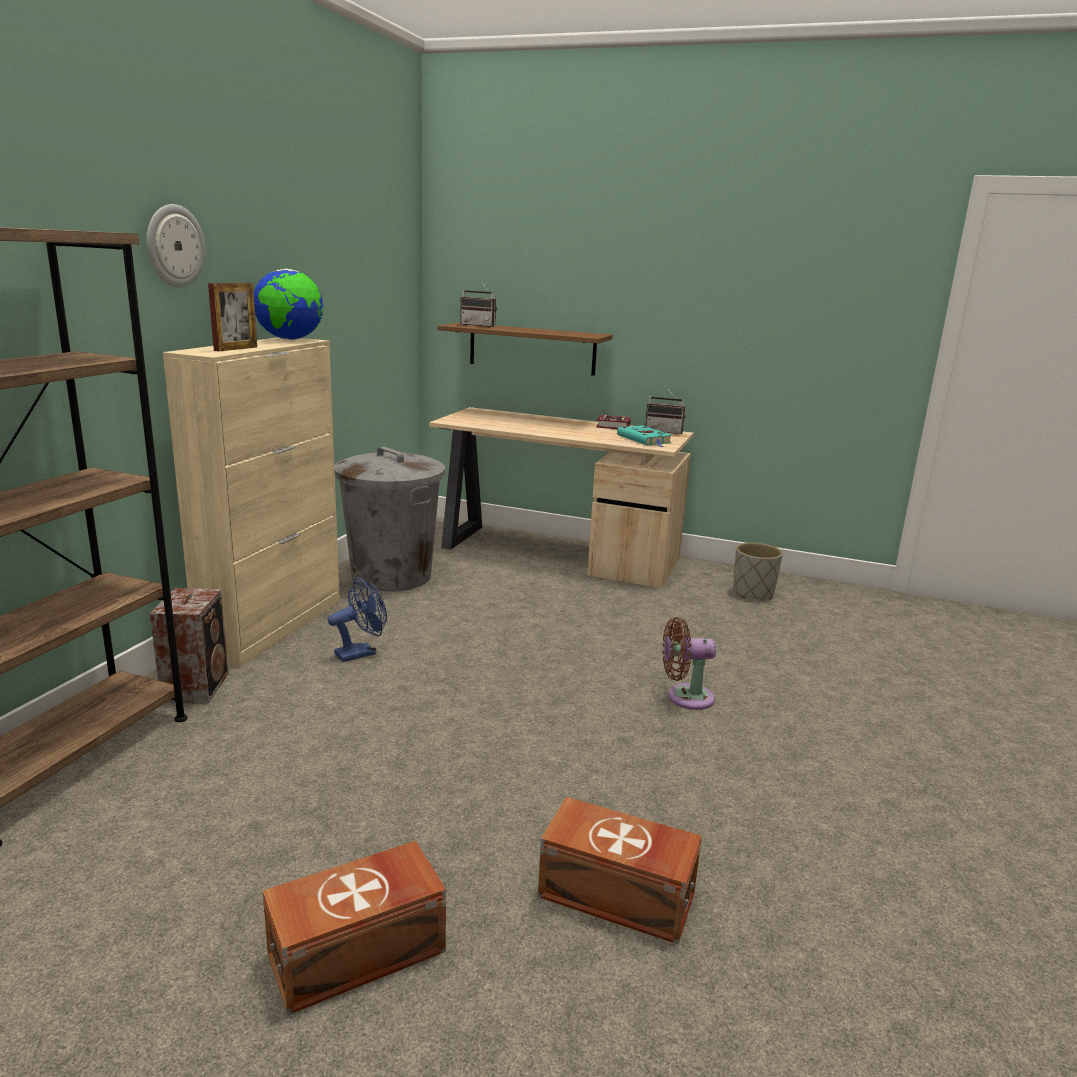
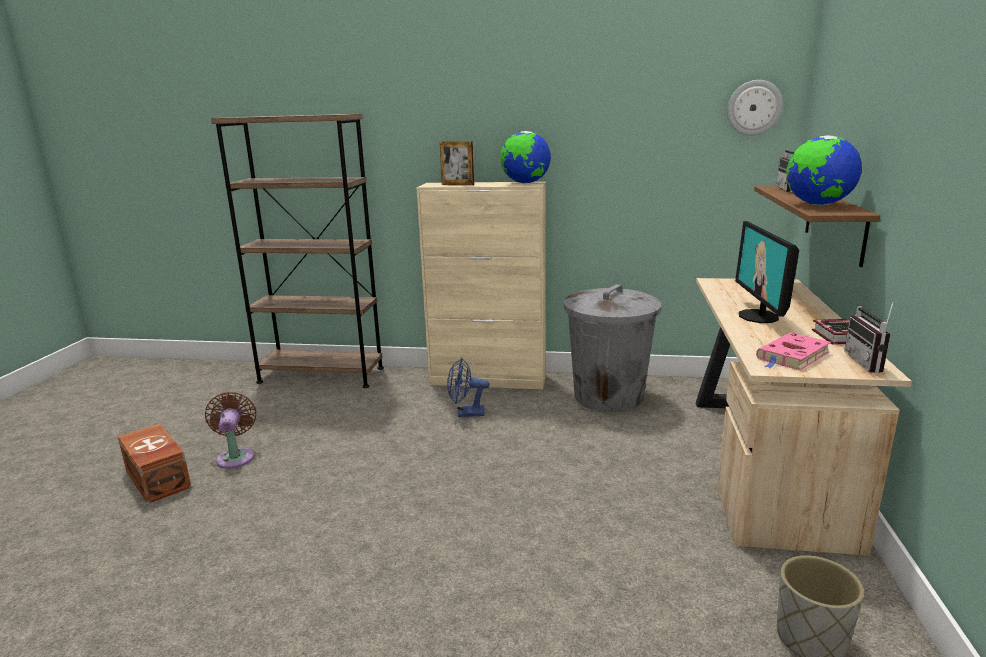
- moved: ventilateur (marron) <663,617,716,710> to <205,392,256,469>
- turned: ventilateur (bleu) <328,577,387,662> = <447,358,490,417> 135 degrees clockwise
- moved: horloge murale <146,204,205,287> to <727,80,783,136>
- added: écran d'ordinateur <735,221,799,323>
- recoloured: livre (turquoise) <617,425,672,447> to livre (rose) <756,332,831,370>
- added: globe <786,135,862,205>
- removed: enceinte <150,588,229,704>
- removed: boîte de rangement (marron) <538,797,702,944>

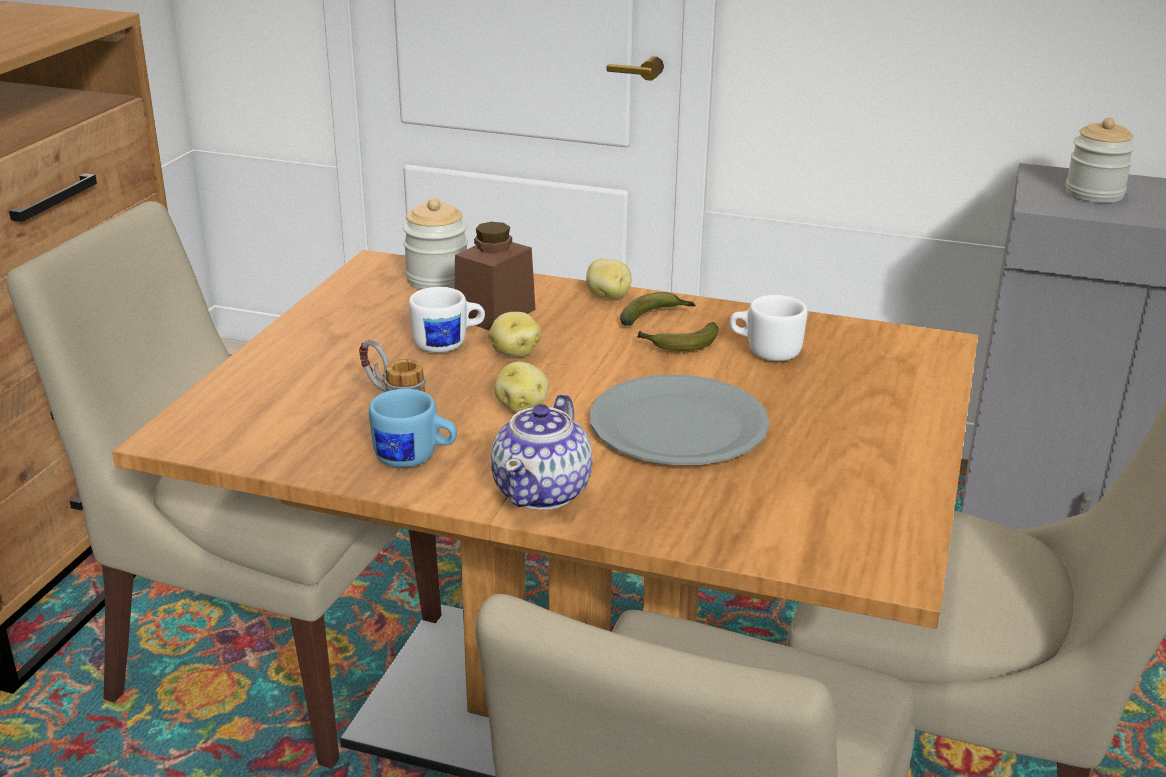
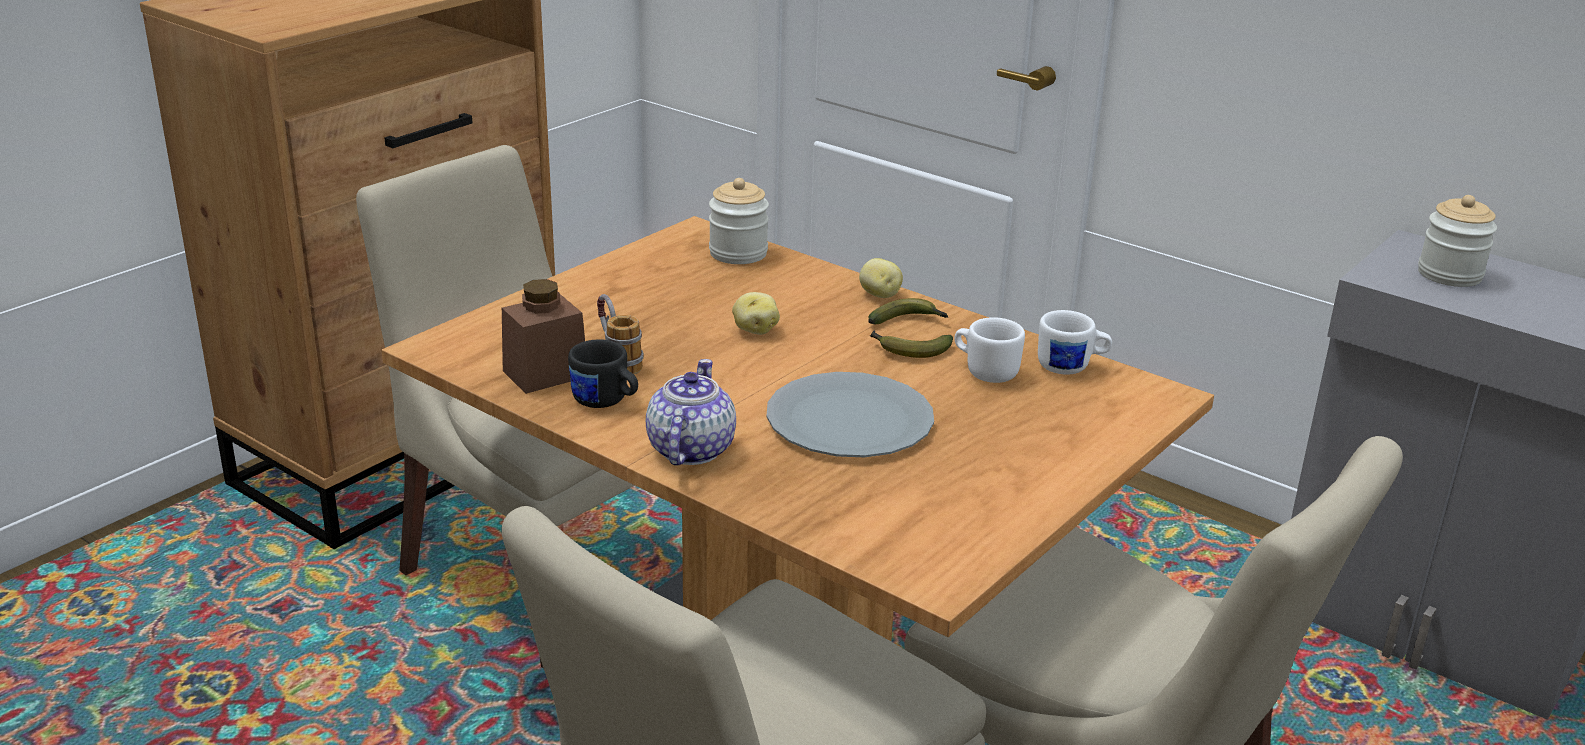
- moved: bocal (marron) <455,222,536,330> to <502,279,585,394>
- recoloured: mug (bleu) <369,389,457,467> to mug (noir) <568,339,638,408>
- turned: théière <491,394,593,510> = <646,359,736,465> 150 degrees clockwise
- moved: mug (blanc) <409,287,485,353> to <1038,310,1112,375>
- removed: pomme de terre <494,362,548,412>

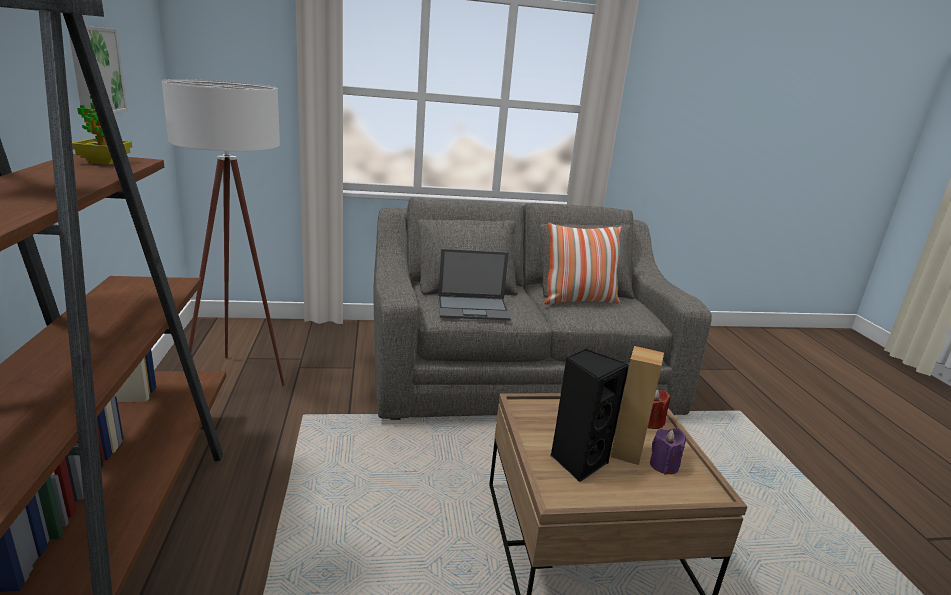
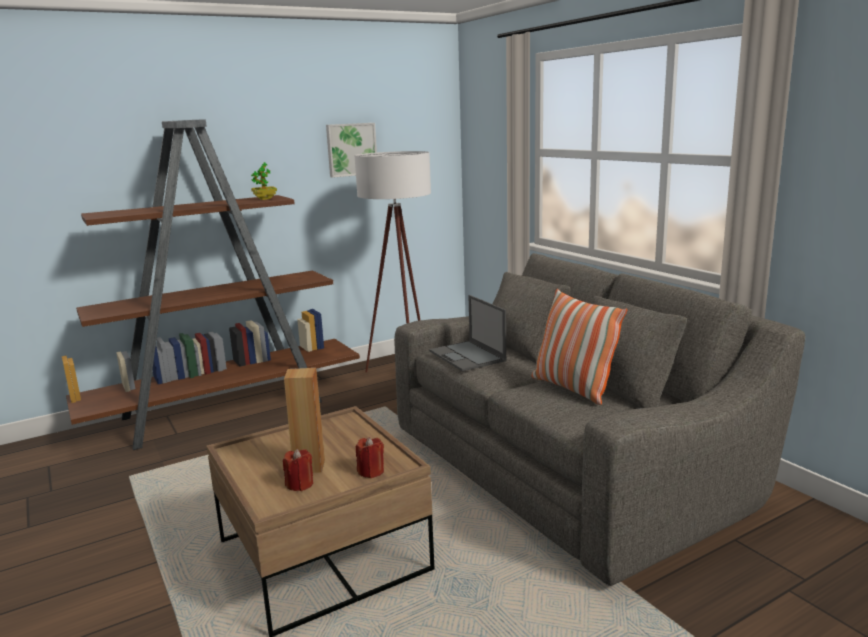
- recoloured: bougie (violet) <650,428,686,475> to bougie (rouge) <283,449,313,491>
- removed: enceinte (noir) <551,349,629,482>

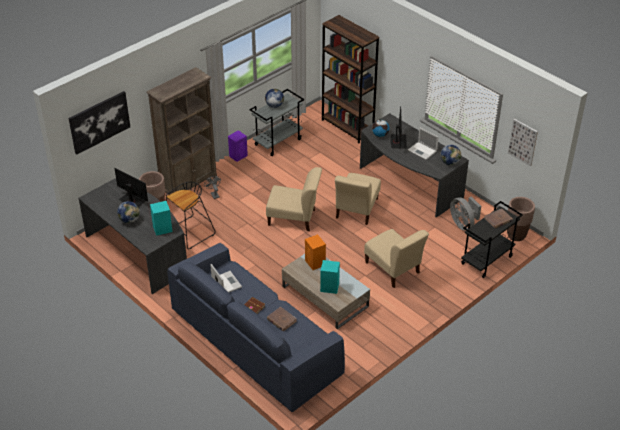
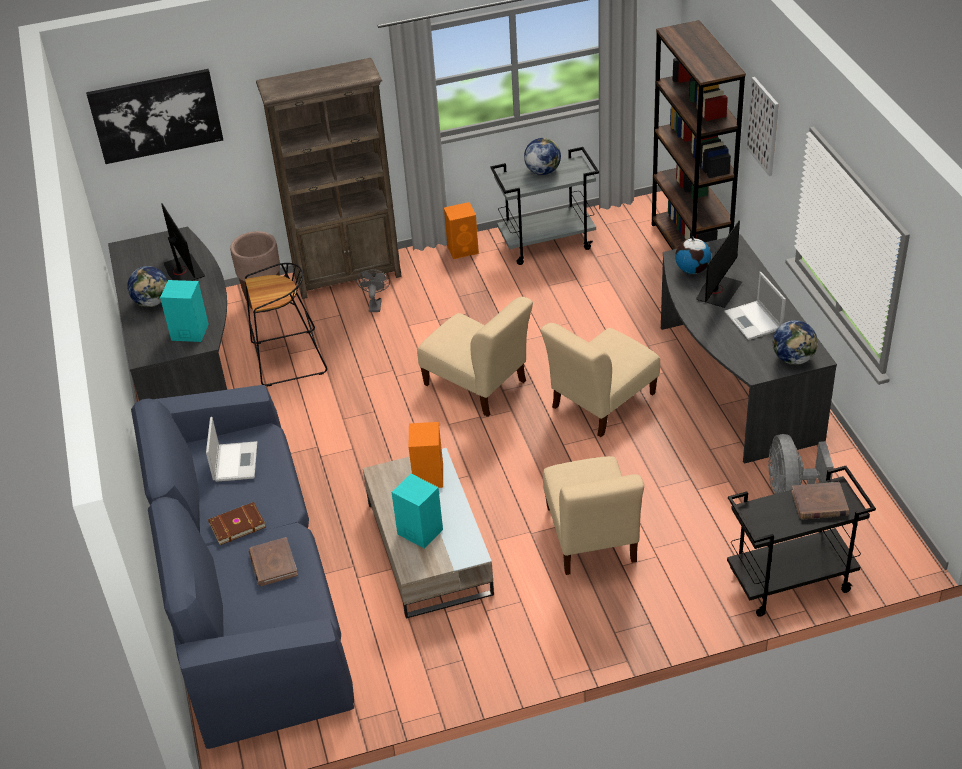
- recoloured: enceinte (violet) <228,130,248,162> to enceinte (orange) <444,202,479,259>
- moved: tableau <508,119,538,166> to <746,77,779,176>
- removed: cache-pot (marron) <507,197,535,241>

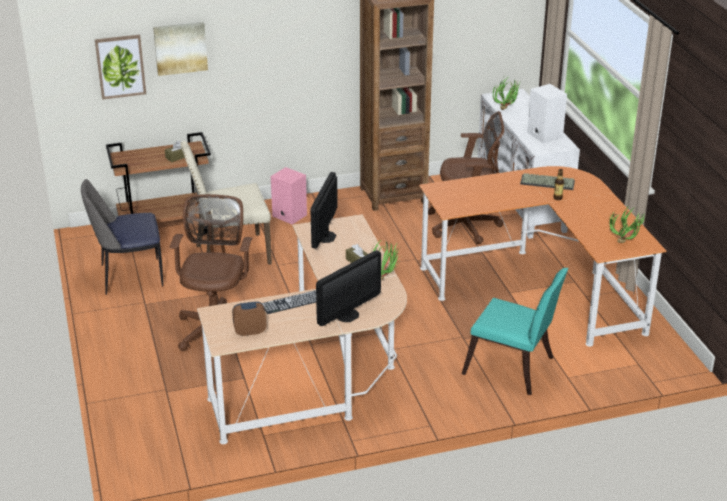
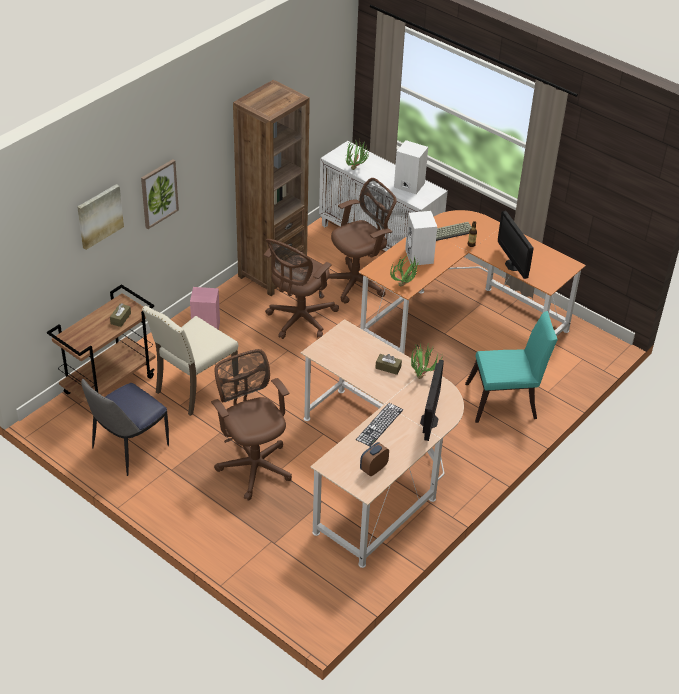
- moved: tableau <95,35,146,100> to <141,159,179,229>
- added: chaise de bureau (marron) <264,239,339,339>
- moved: plante en pot <609,204,646,243> to <390,255,420,286>
- added: enceinte (blanc) <405,211,437,265>
- moved: écran d'ordinateur <311,172,338,249> to <498,211,534,279>

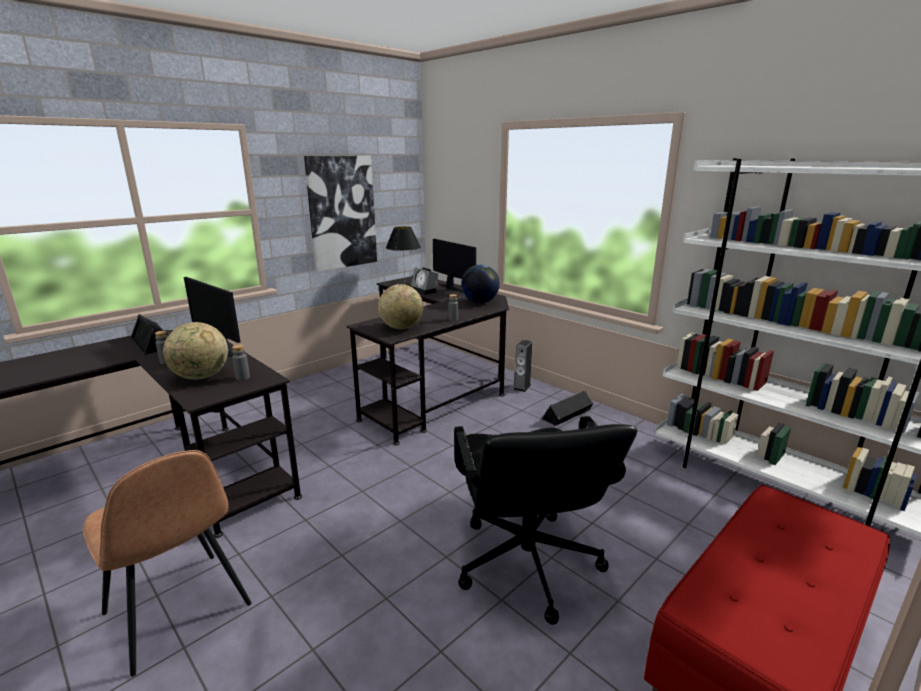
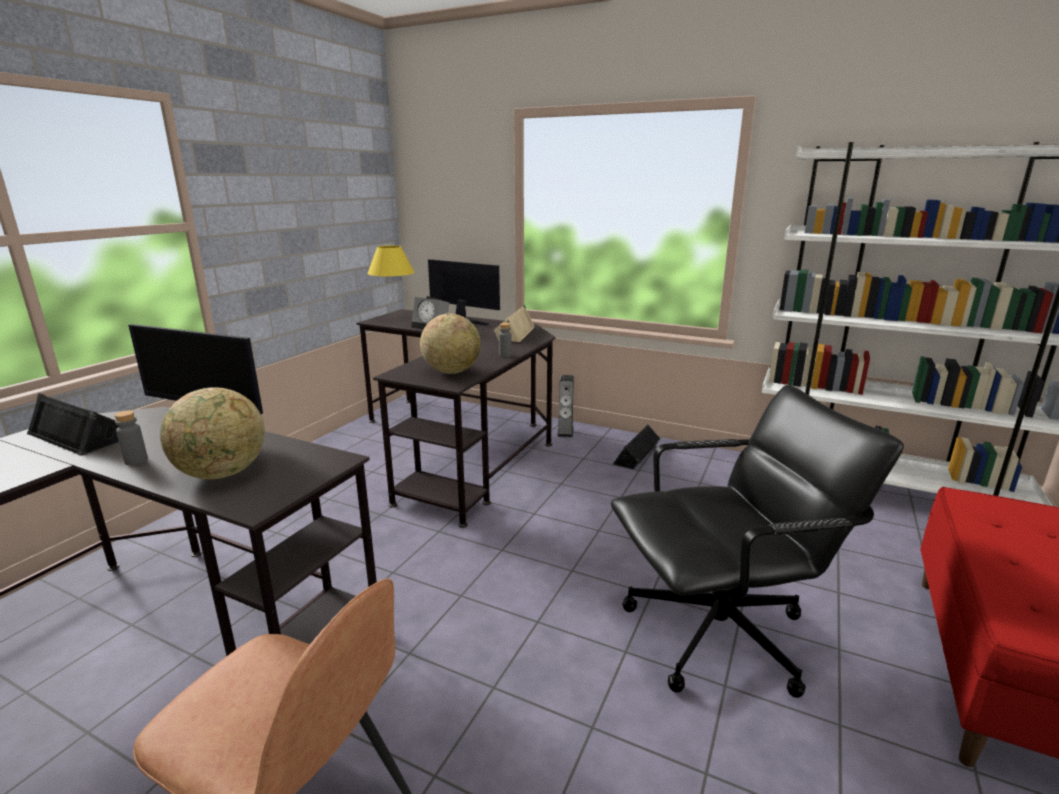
- recoloured: lampe de table (noir) <386,227,421,282> to lampe de table (jaune) <367,245,414,317>
- replaced: globe <461,265,500,303> to enceinte (beige) <494,305,535,342>
- turned: chaise de bureau (noir) <454,416,637,625> = <611,385,904,698> 75 degrees counterclockwise
- removed: bouteille (gris) <232,344,250,381>
- removed: tableau <304,156,377,272>

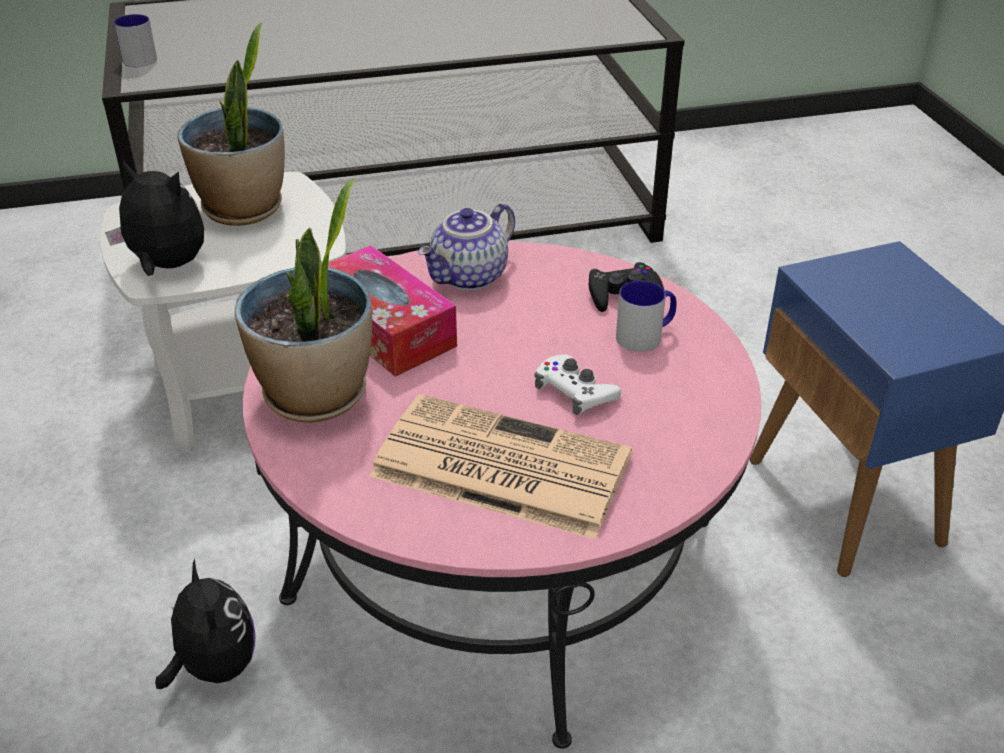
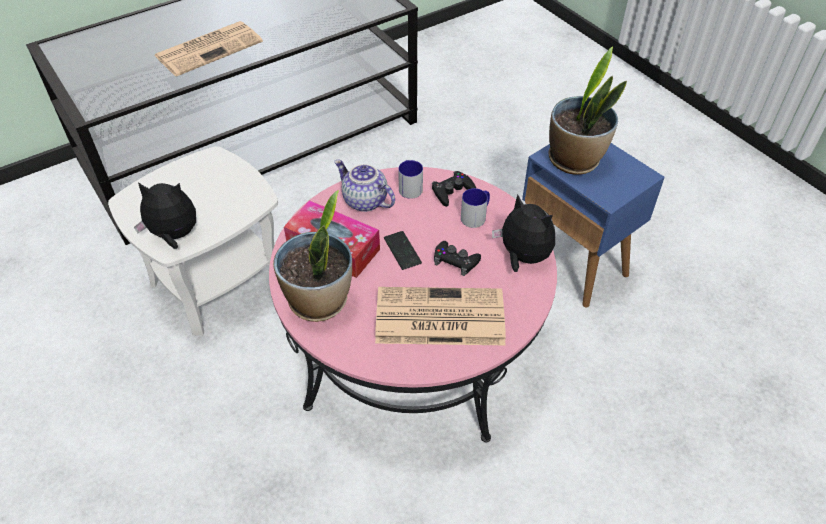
- added: journal <154,21,263,77>
- turned: théière <418,203,515,291> = <334,160,395,212> 105 degrees clockwise
- added: téléphone <384,231,422,270>
- moved: mug <114,14,157,67> to <398,160,423,199>
- recoloured: manette (blanc) <534,354,621,415> to manette (noir) <434,241,481,276>
- moved: peluche <155,559,256,689> to <492,194,555,272>
- moved: plante en pot <177,23,285,226> to <548,46,627,175>

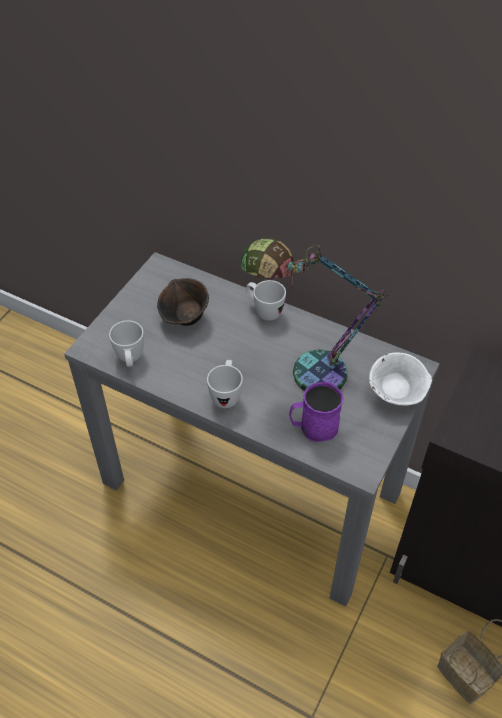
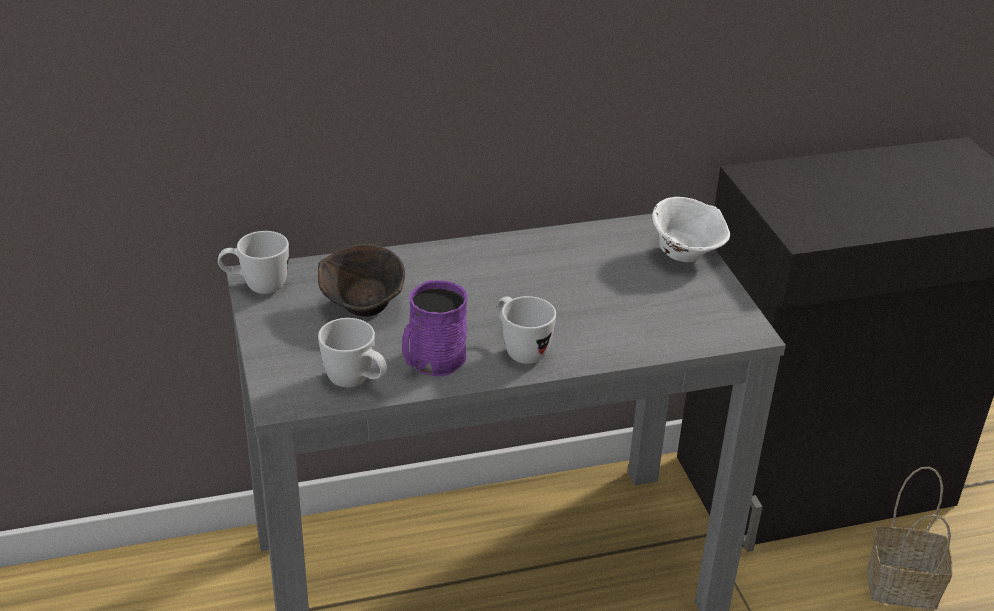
- moved: mug (blanc) <246,280,286,321> to <218,231,289,294>
- moved: mug (violet) <289,382,344,442> to <402,280,468,376>
- removed: lampe de table <241,238,390,391>

